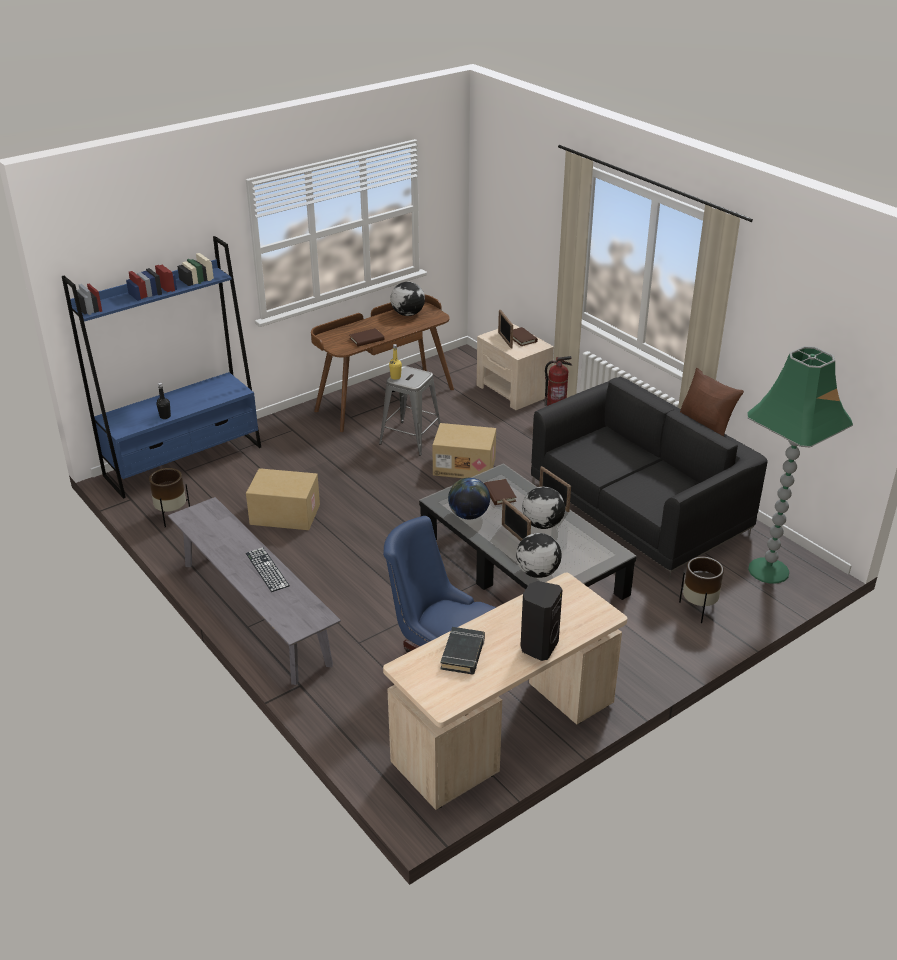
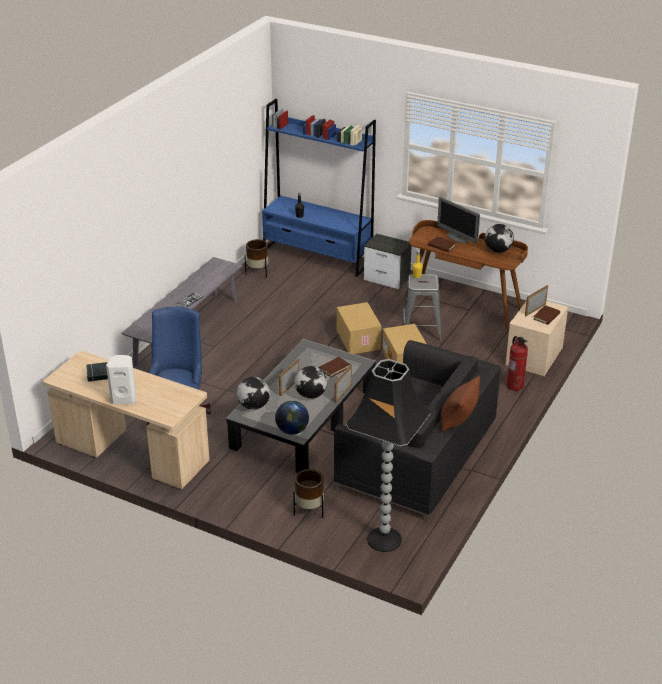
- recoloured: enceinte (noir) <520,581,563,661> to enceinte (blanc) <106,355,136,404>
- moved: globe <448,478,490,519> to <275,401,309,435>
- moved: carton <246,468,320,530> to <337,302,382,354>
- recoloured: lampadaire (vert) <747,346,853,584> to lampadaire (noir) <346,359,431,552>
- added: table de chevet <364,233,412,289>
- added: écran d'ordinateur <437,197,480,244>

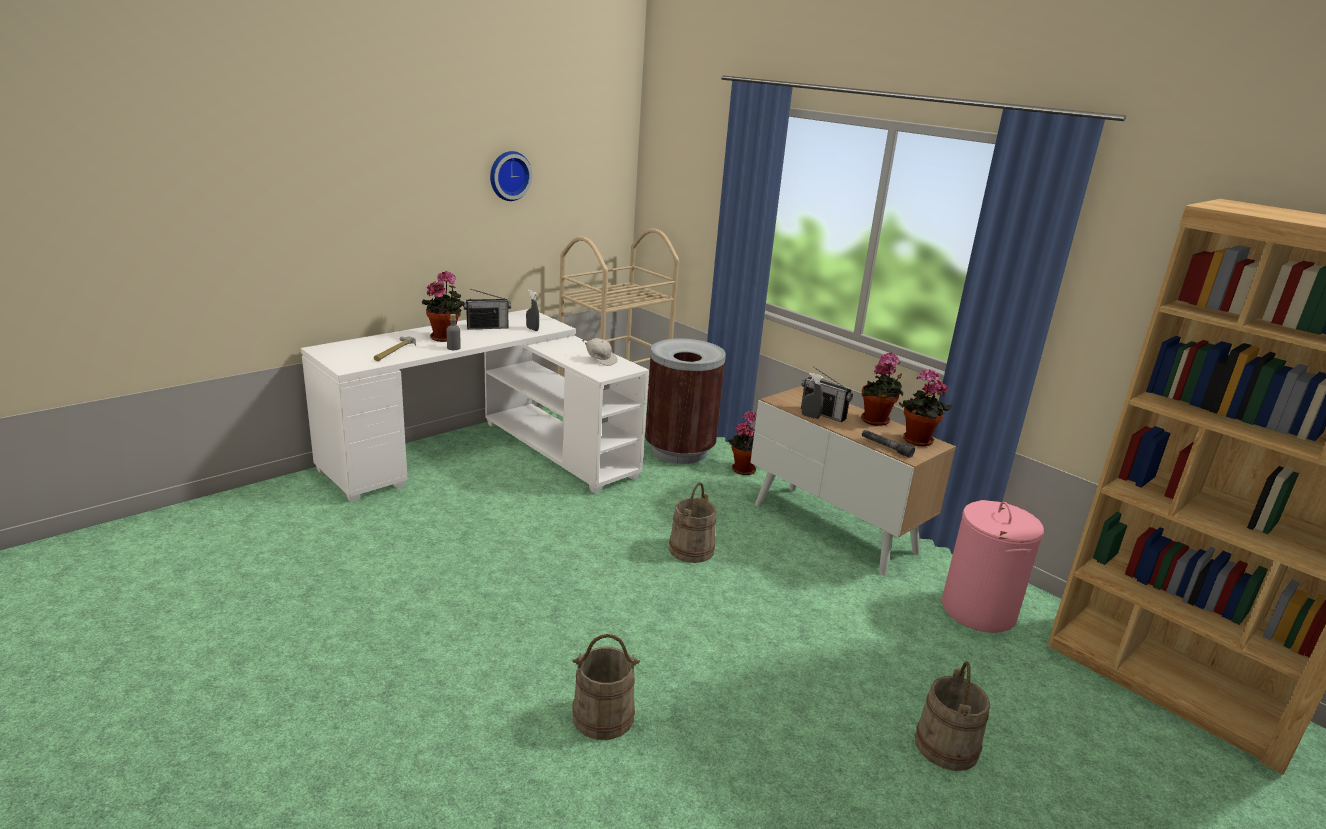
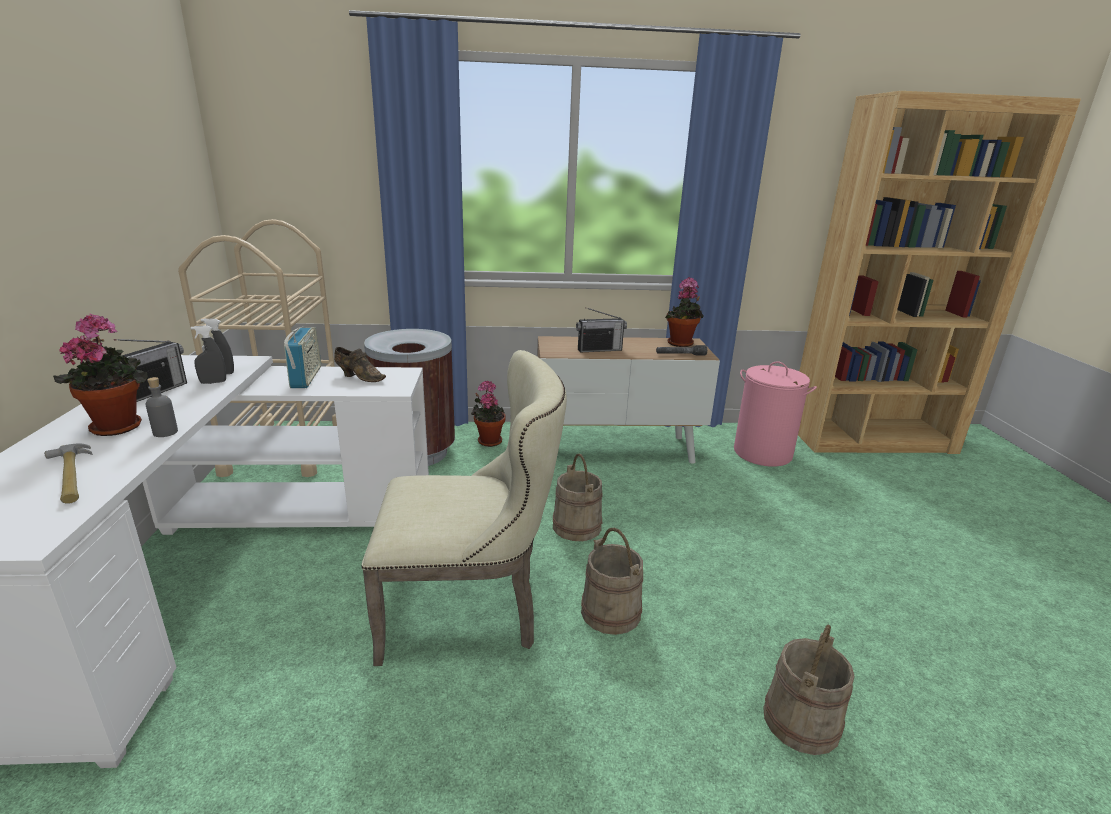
- moved: vaporisateur (gris) <802,373,823,419> to <191,325,226,384>
- added: radio <284,327,321,388>
- replaced: casquette (blanc) <582,338,618,366> to chaussure (marron) <334,347,386,382>
- added: chaise (beige) <362,350,567,666>
- moved: seau (beige) <915,661,990,771> to <581,528,643,635>
- removed: horloge murale <490,151,533,201>
- removed: plante en pot <861,352,903,426>

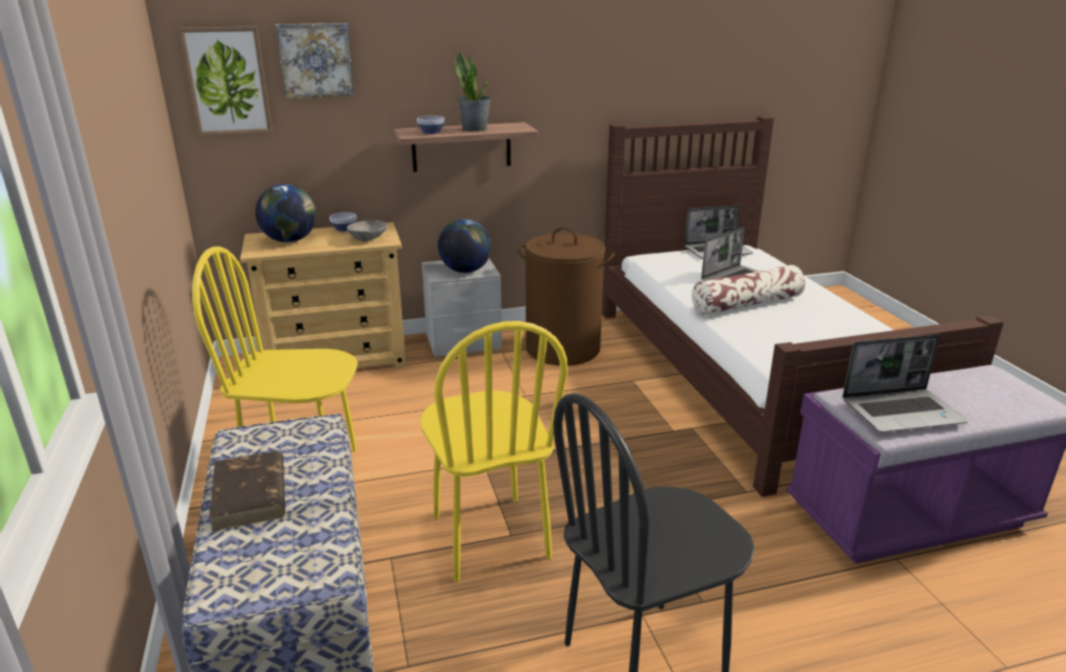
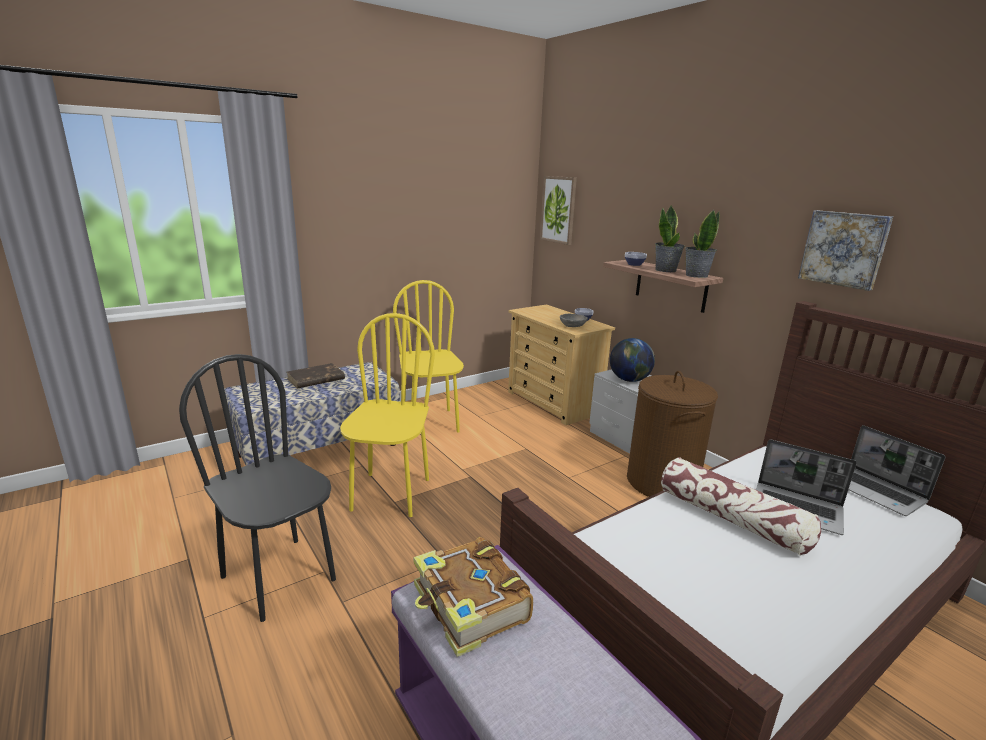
- turned: chaise (jaune) <420,321,568,582> = <340,313,435,517> 135 degrees clockwise
- replaced: ordinateur portable <842,334,968,432> to livre <413,537,533,657>
- added: plante en pot <686,210,720,278>
- moved: tableau <275,23,354,98> to <798,210,893,291>
- removed: globe <255,184,316,242>

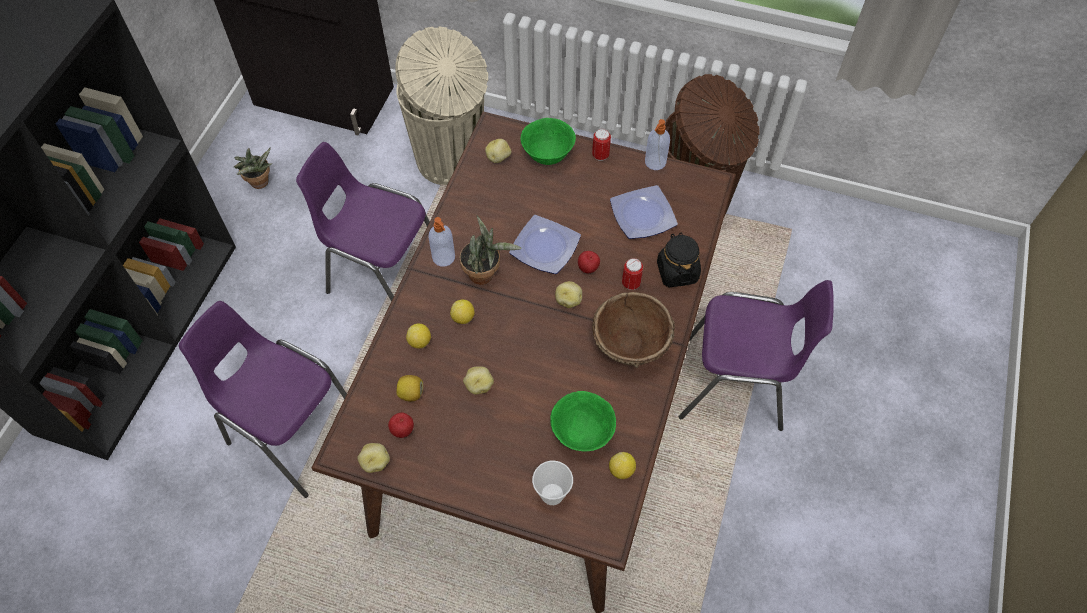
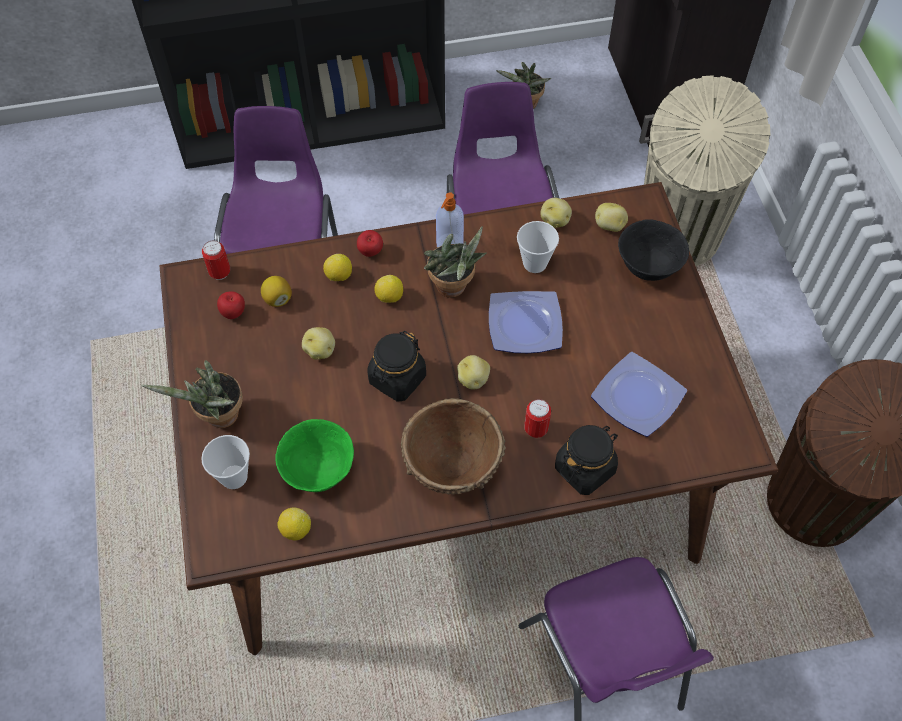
- added: plante en pot <142,360,243,428>
- moved: boîte métallique <592,129,611,161> to <202,241,230,280>
- moved: pomme <578,251,600,273> to <357,230,383,257>
- added: bocal (noir) <367,331,426,402>
- added: tasse <517,221,559,273>
- moved: pomme de terre <357,443,390,473> to <540,198,572,228>
- recoloured: bol (vert) <520,118,576,165> to bol (noir) <618,219,689,281>
- removed: distributeur de savon <645,119,670,170>

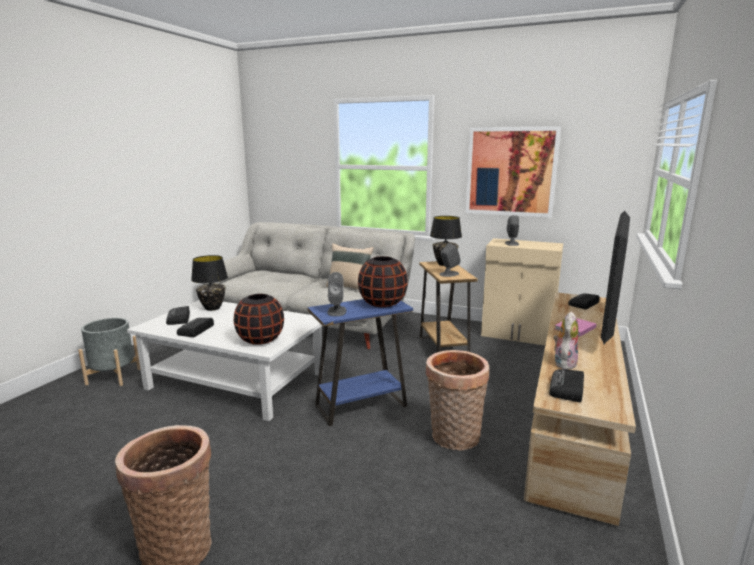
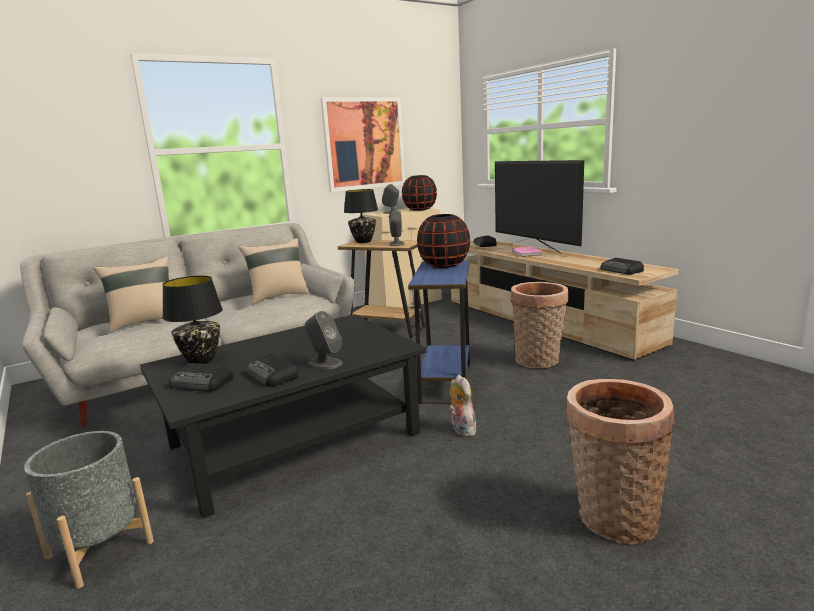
- added: coussin (beige) <93,256,169,332>
- recoloured: table basse (blanc) <127,300,323,421> to table basse (noir) <140,314,427,518>
- moved: enceinte (gris) <327,272,346,316> to <305,311,343,369>
- moved: vase (noir) <234,294,284,345> to <402,175,437,211>
- moved: peluche <553,311,578,370> to <449,375,476,437>

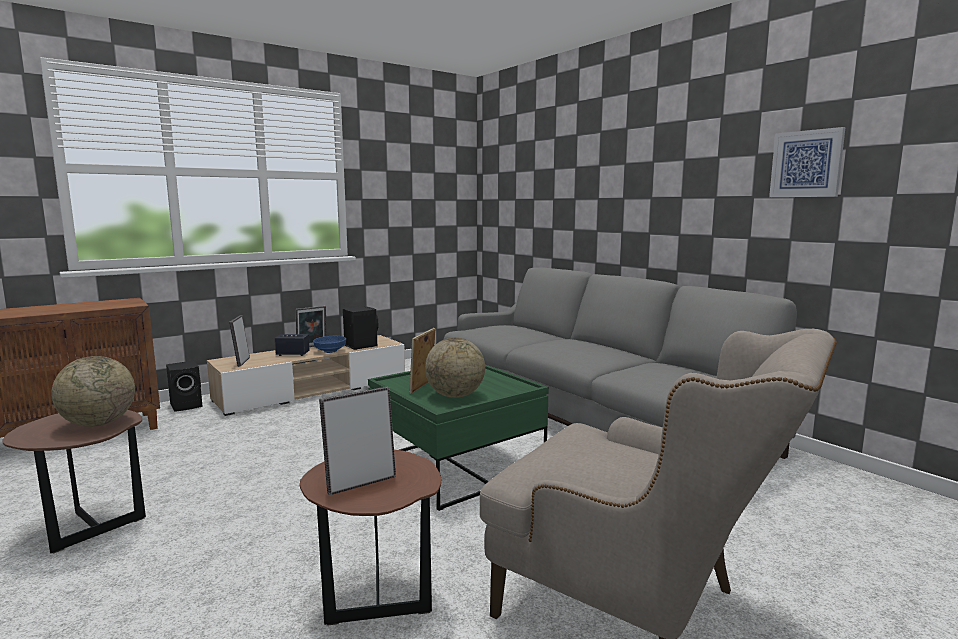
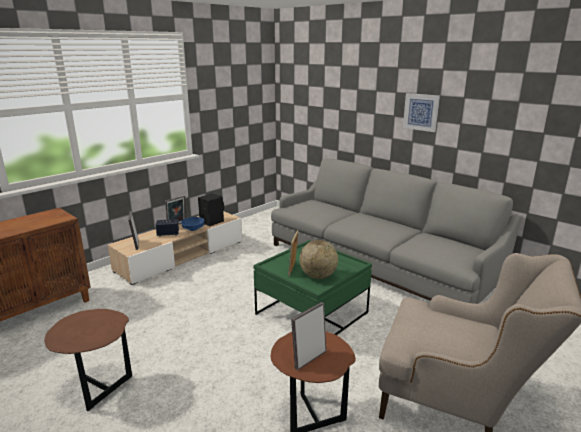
- moved: tableau <769,127,846,197> to <403,93,440,132>
- removed: globe <51,356,135,427>
- removed: enceinte (noir) <166,361,203,412>

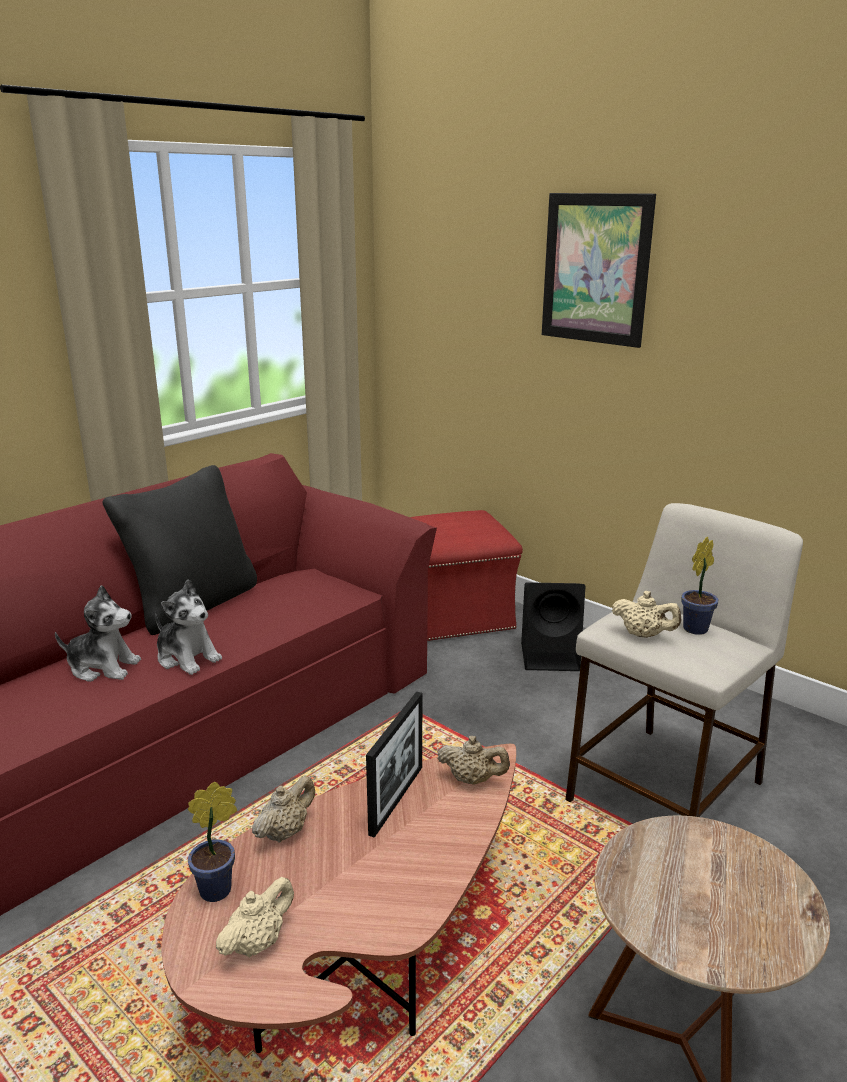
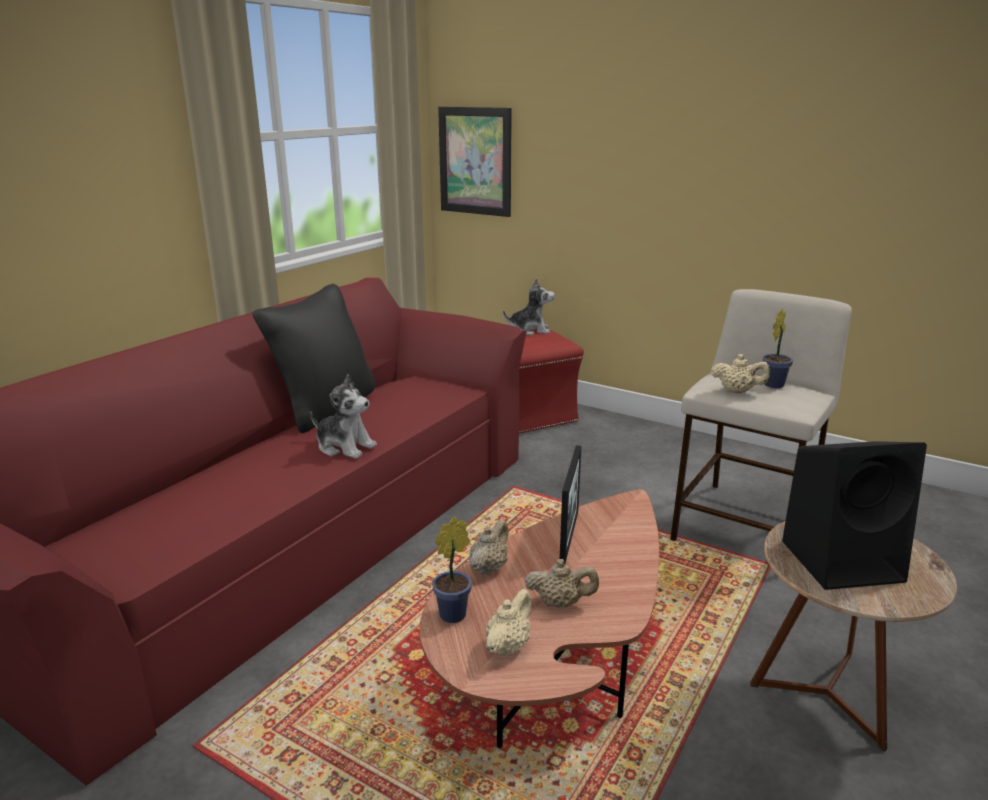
- moved: tableau <542,193,656,348> to <438,107,512,217>
- moved: peluche <55,585,141,682> to <503,278,555,335>
- moved: théière (beige) <437,736,510,785> to <524,559,599,608>
- moved: enceinte (noir) <521,582,585,671> to <782,441,927,590>

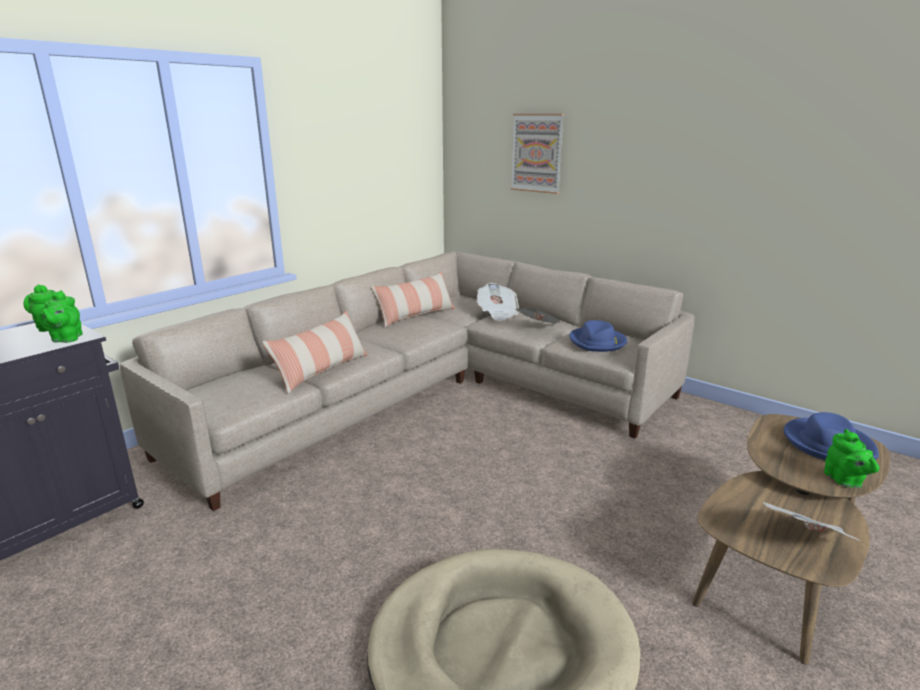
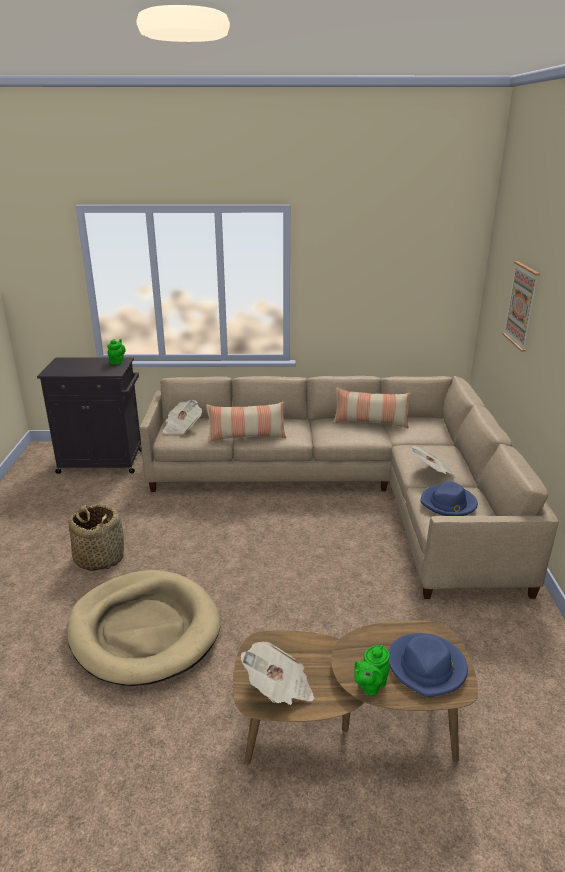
- added: panier <69,504,124,571>
- moved: journal <477,283,519,321> to <163,400,202,434>
- removed: théière (vert) <39,290,83,343>

